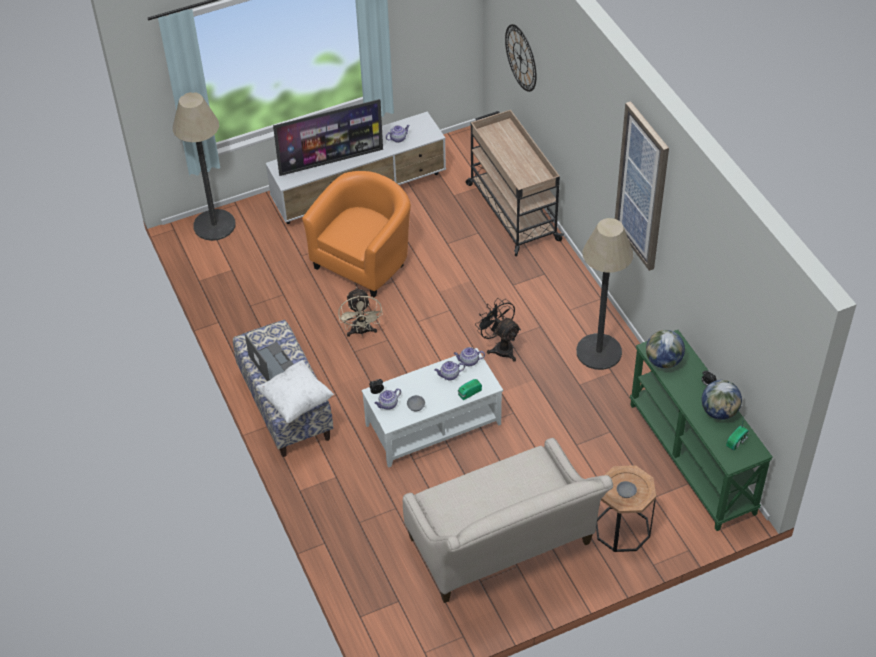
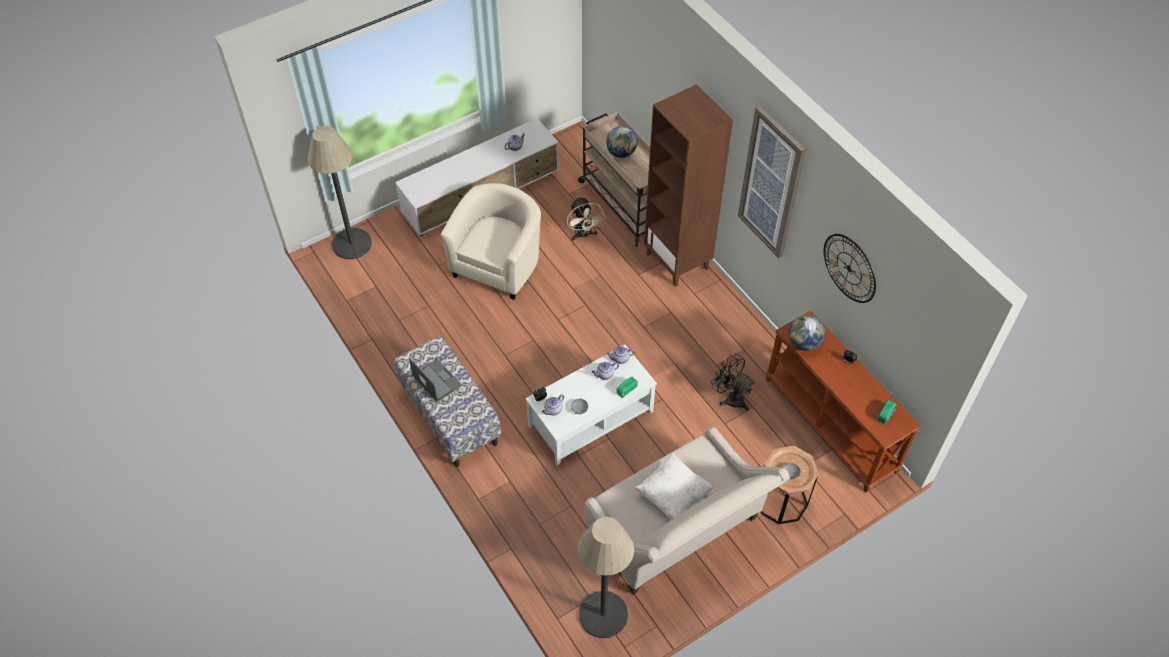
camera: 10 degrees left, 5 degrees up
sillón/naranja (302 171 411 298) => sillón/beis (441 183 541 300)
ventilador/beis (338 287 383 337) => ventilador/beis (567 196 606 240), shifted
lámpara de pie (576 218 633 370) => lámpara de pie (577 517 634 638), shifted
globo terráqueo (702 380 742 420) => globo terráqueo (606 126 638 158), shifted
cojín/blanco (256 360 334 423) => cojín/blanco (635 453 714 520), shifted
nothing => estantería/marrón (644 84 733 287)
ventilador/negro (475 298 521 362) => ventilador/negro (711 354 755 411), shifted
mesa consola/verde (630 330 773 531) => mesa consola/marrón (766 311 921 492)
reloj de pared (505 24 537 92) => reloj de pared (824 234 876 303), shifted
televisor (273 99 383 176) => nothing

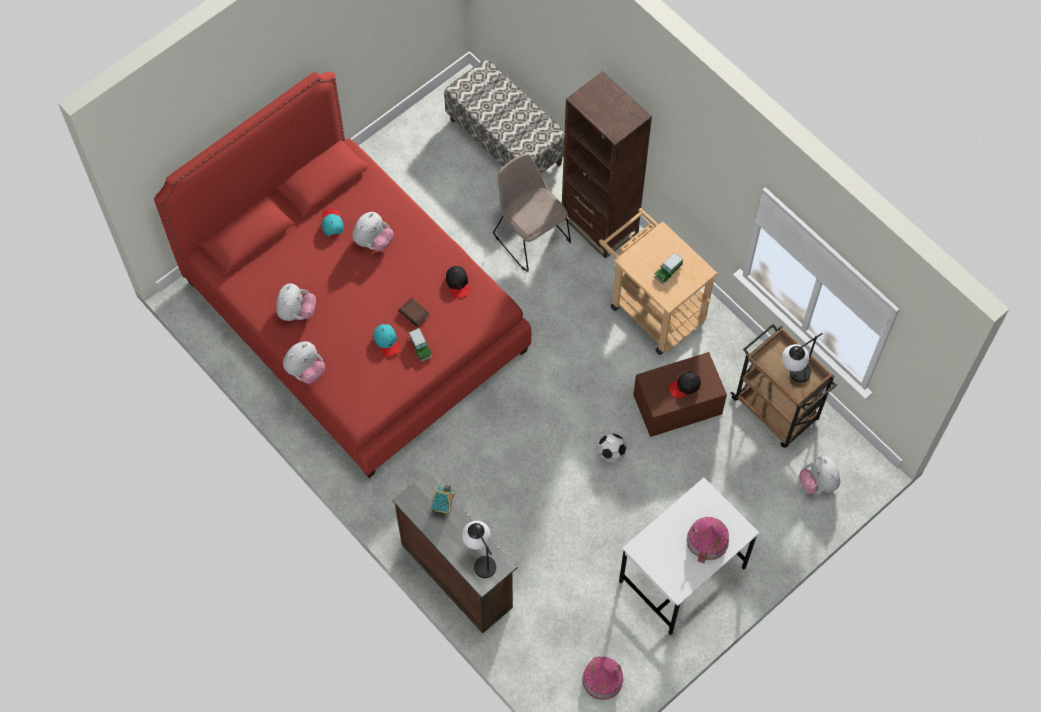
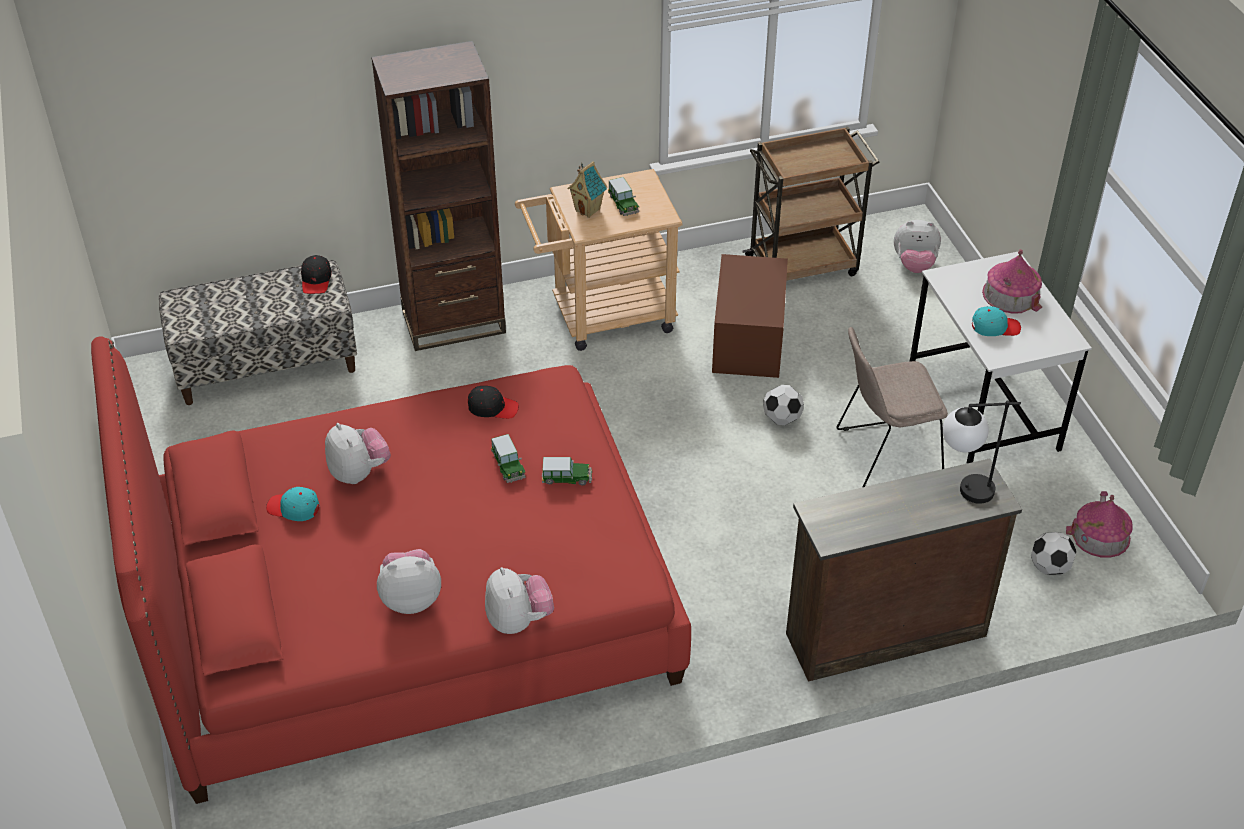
camera: 65 degrees left, 20 degrees down
gorra/negro (668 371 701 398) => gorra/negro (301 255 332 294), shifted
peluche (276 283 316 321) => peluche (377 549 441 614), 45 degrees counterclockwise
libro (399 298 430 327) => coche de juguete (491 434 526 483)
casita (429 485 456 515) => casita (567 161 607 218), shifted
silla/beis (493 154 571 272) => silla/beis (837 327 948 487), shifted
gorra/turquesa (374 324 400 357) => gorra/turquesa (972 306 1021 336), shifted
nothing => balón de fútbol (1031 532 1077 575)
lámpara de mesa (782 333 823 383) => nothing

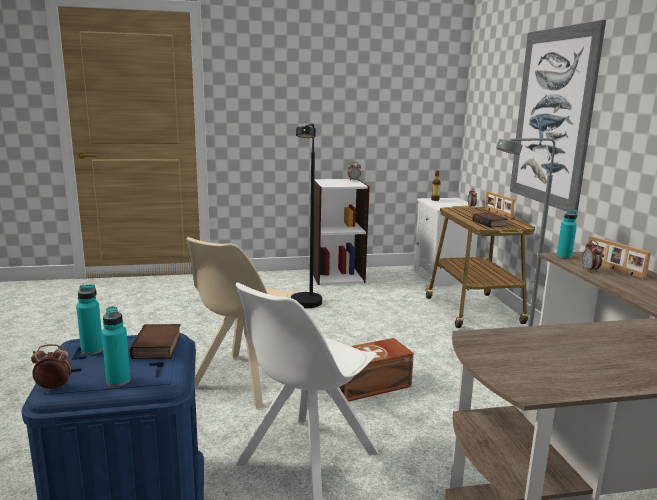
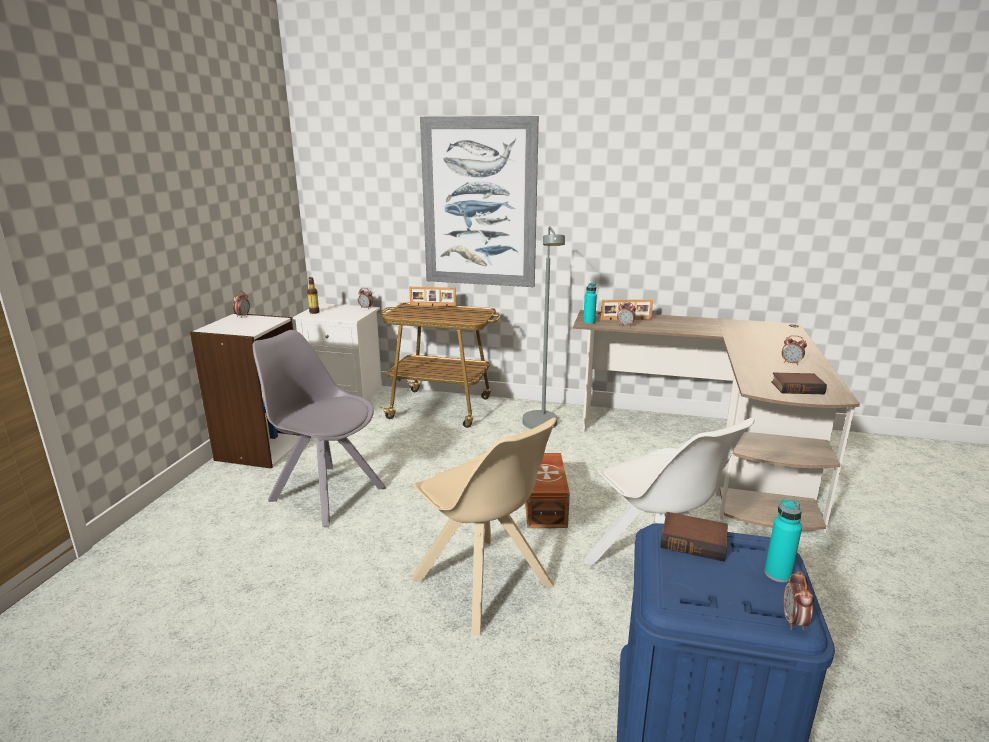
camera: 65 degrees left, 5 degrees up
lámpara de pie/negro (291 124 322 308) => silla/gris (253 330 386 527)
libro (472 213 508 228) => libro (771 373 827 394), shifted
nothing => despertador (782 335 807 365)
botella/turquesa (76 284 103 355) => nothing

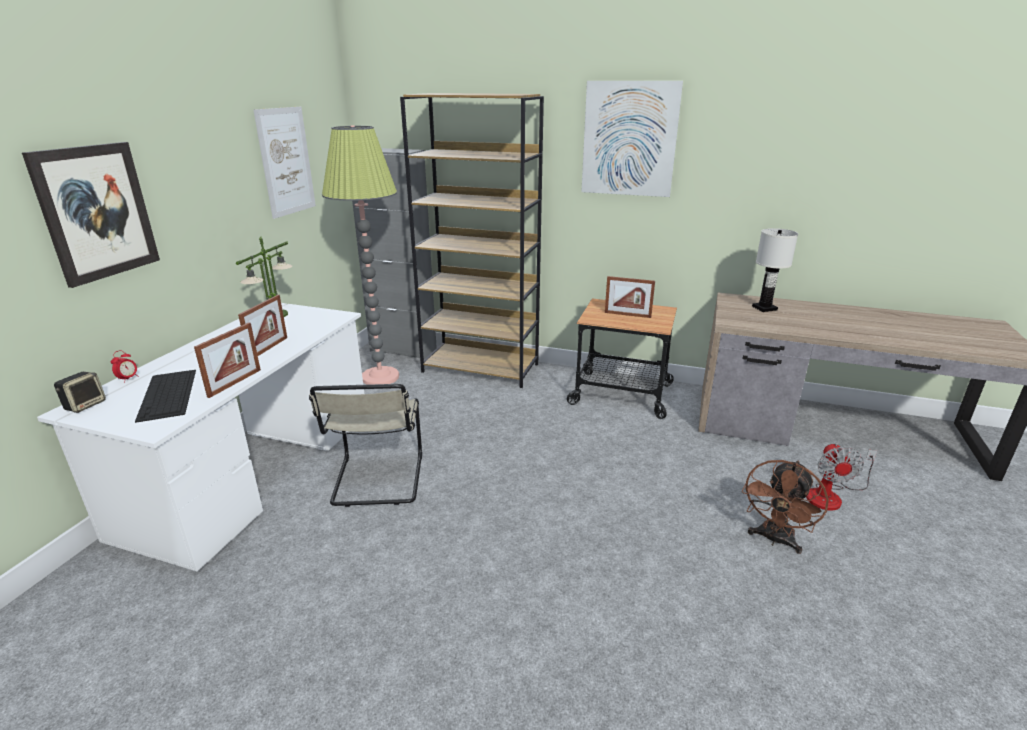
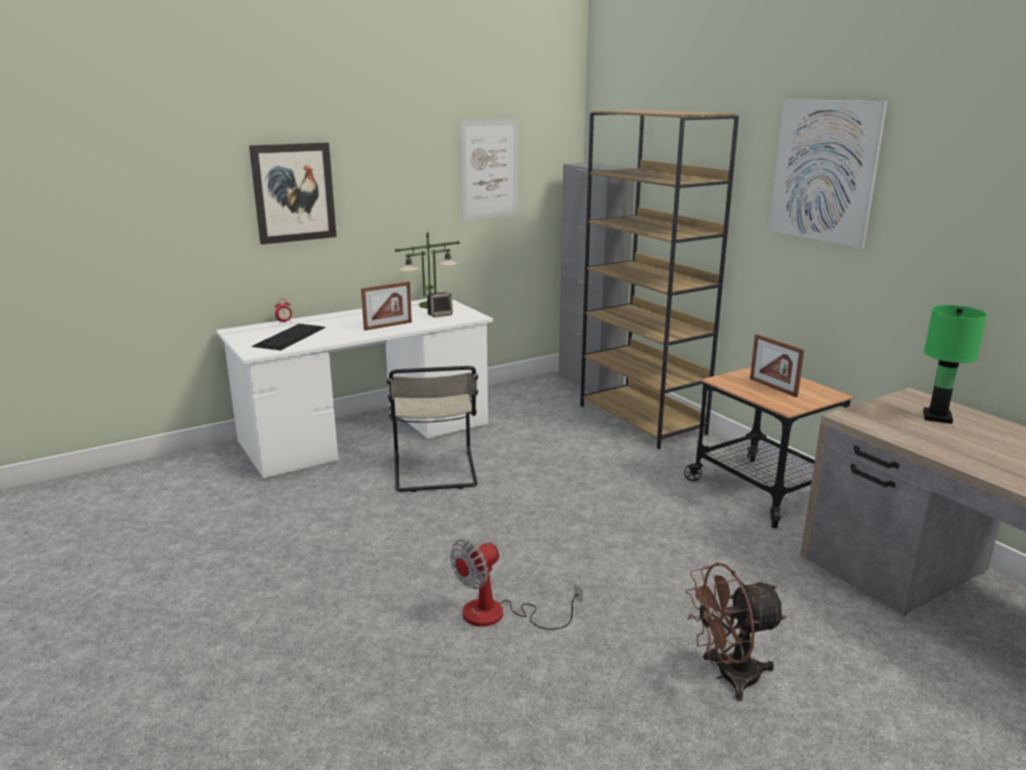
camera: 40 degrees right, 5 degrees down
silla/beis (309 384 422 507) => silla/beis (387 366 478 492), 45 degrees counterclockwise
altavoz (54 372 106 413) => altavoz (427 292 453 317), shifted
ventilador (806 443 877 511) => ventilador (450 539 583 630), shifted
lámpara de mesa/blanco (752 228 798 312) => lámpara de mesa/verde (923 305 987 424)
portarretratos (194 322 261 398) => nothing
lámpara de pie (322 125 399 385) => nothing

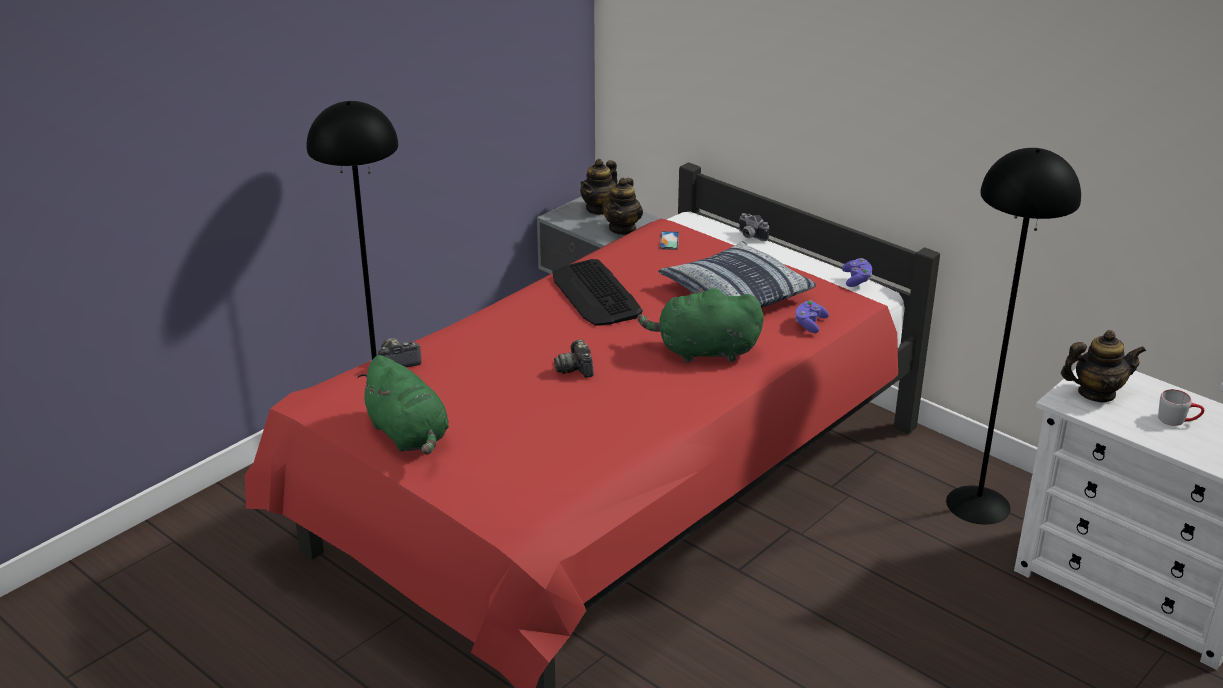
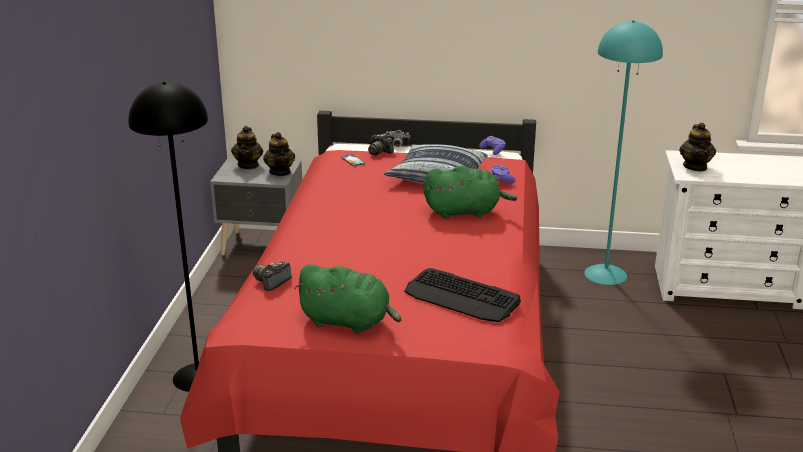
camera: 35 degrees left, 5 degrees down
cámara (554 339 594 378) => cámara (368 133 394 156), shifted
teclado (552 259 643 326) => teclado (404 268 521 322), shifted
peluche/verde (638 287 764 363) => peluche/verde (423 166 517 219), 150 degrees counterclockwise
lámpara de pie/negro (946 148 1081 525) => lámpara de pie/turquesa (584 20 663 285)
tetera (1061 330 1146 402) => tetera (679 122 716 171), 135 degrees clockwise
taza grande/gris (1158 389 1204 426) => nothing

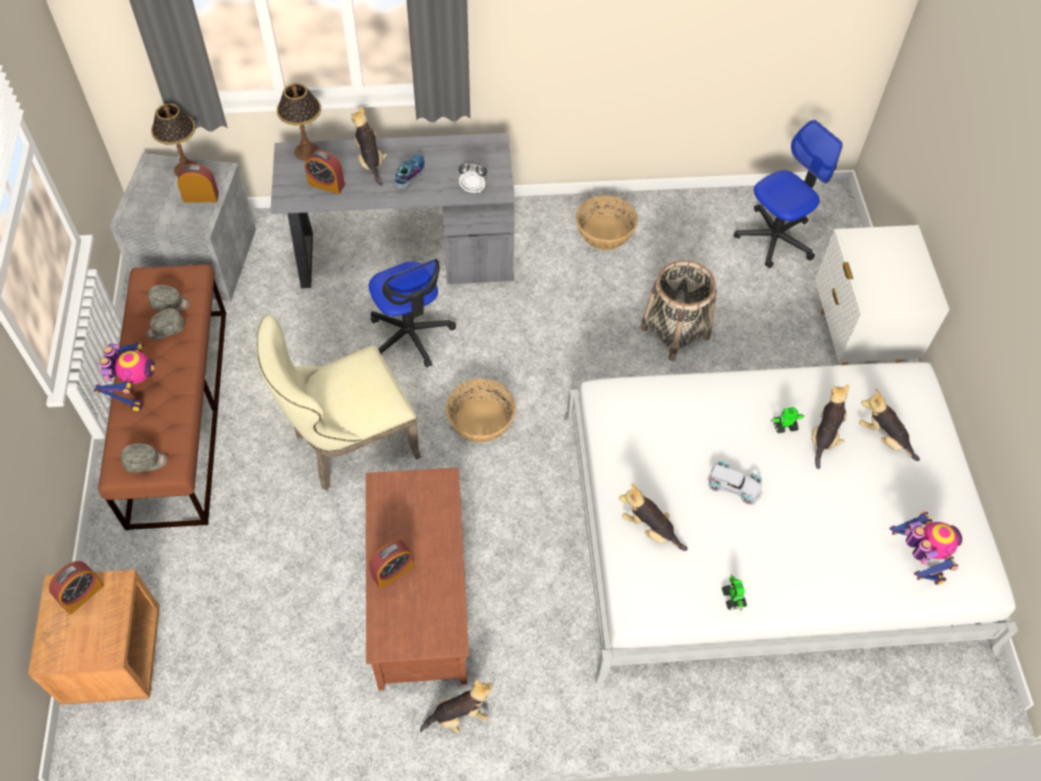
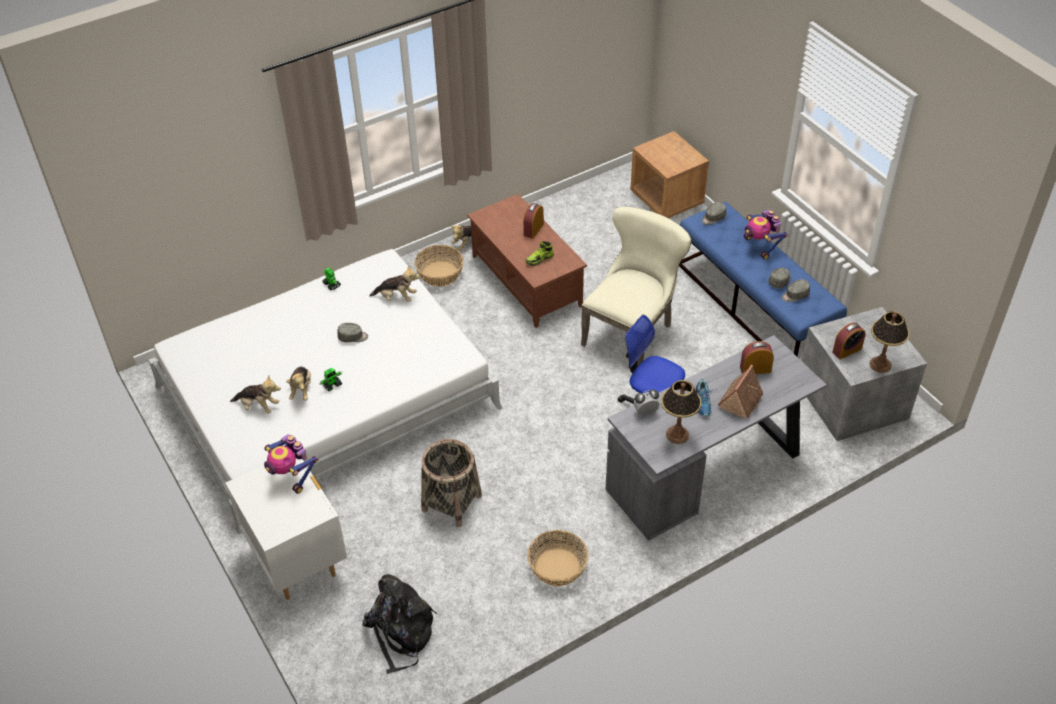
camera: 155 degrees right, 10 degrees down
robot de juguete (889 511 962 585) => robot de juguete (264 434 318 494), shifted
coche de juguete/blanco (708 461 762 505) => gorra/gris (337 323 368 342)
silla de oficina (734 120 842 268) => mochila/negro (362 574 437 674)
cesta (446 379 516 443) => cesta (414 245 464 287), shifted
nothing => zapato (525 241 554 266)
lámpara de mesa (277 83 321 161) => lámpara de mesa (661 380 701 444), shifted
banco/marrón (98 265 226 530) => banco/azul (679 202 847 356)
peluche (351 106 387 186) => casita (718 365 763 419)
despertador (49 561 104 614) => nothing

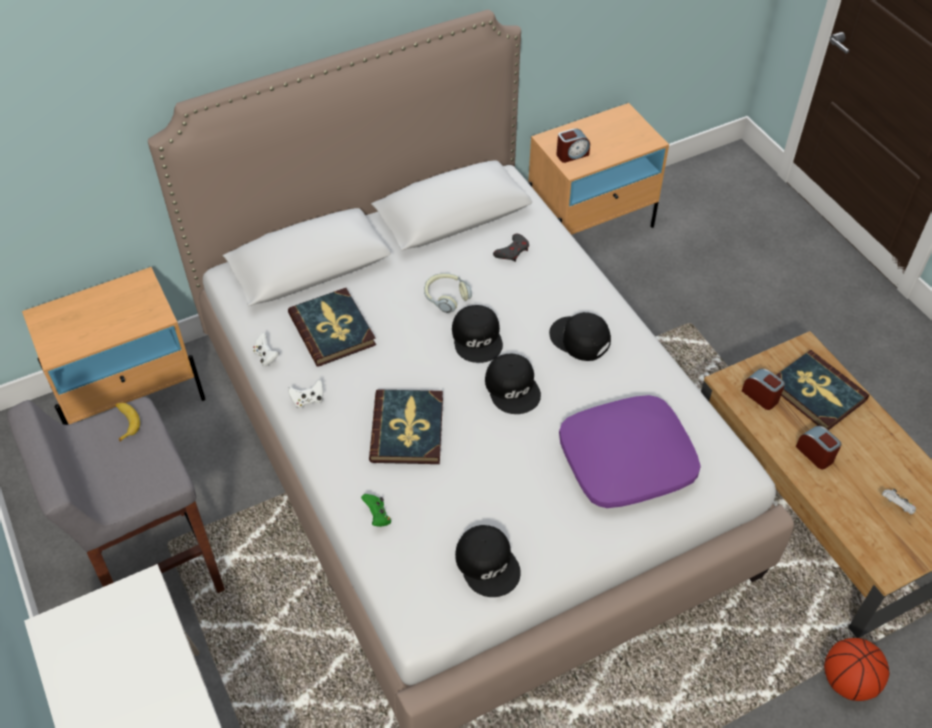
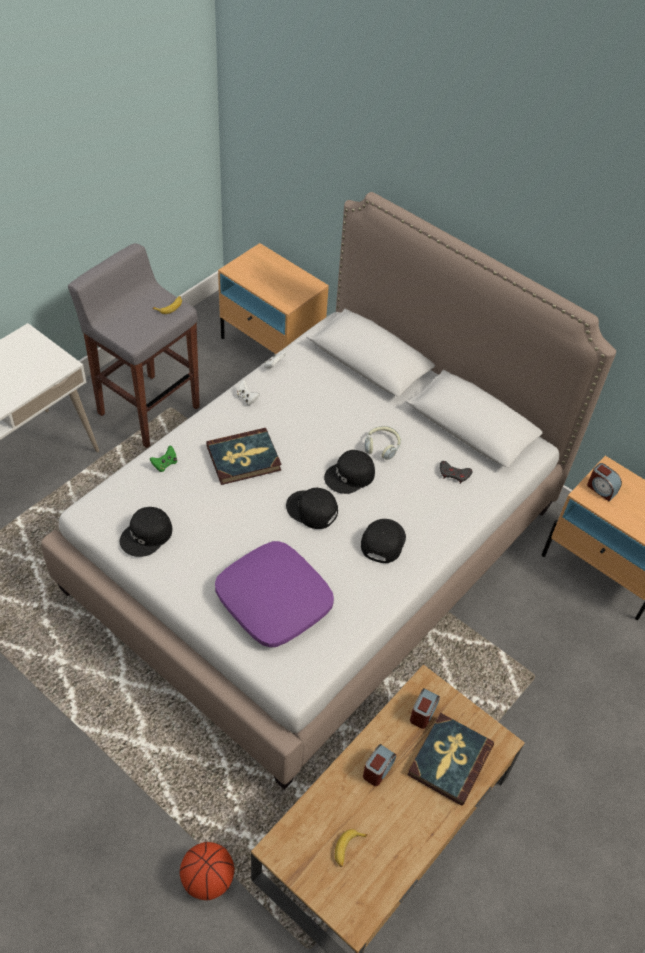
camera: 65 degrees right, 0 degrees up
gorra/negro (485 354 541 414) => gorra/negro (286 488 338 529), 75 degrees clockwise
mando de consola/blanco (882 489 916 515) => plátano (335 829 367 867)
libro (288 288 376 367) => nothing

